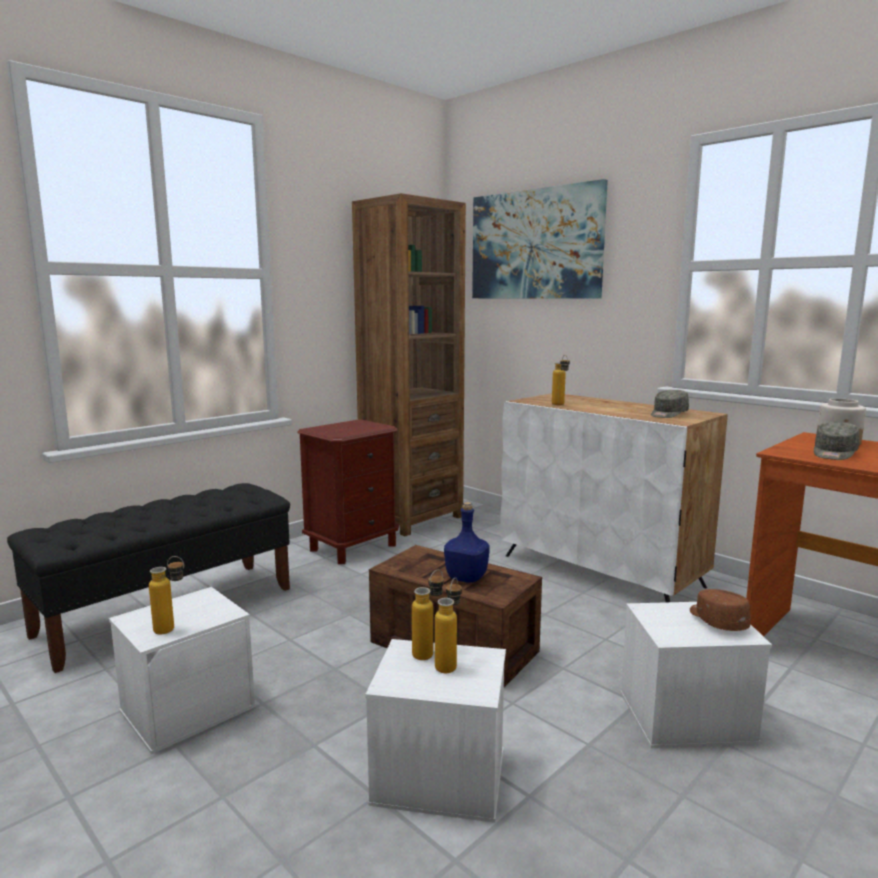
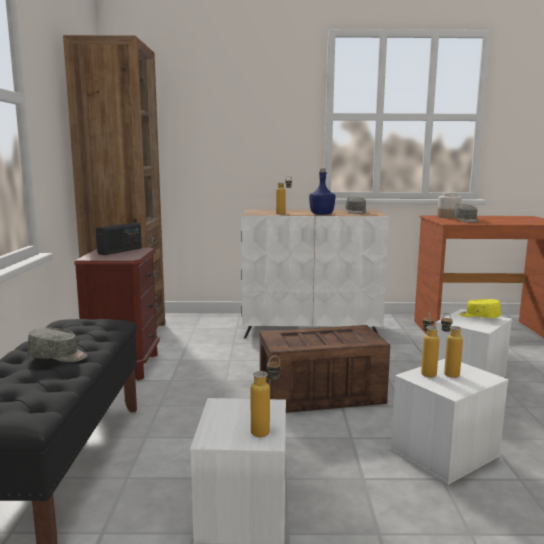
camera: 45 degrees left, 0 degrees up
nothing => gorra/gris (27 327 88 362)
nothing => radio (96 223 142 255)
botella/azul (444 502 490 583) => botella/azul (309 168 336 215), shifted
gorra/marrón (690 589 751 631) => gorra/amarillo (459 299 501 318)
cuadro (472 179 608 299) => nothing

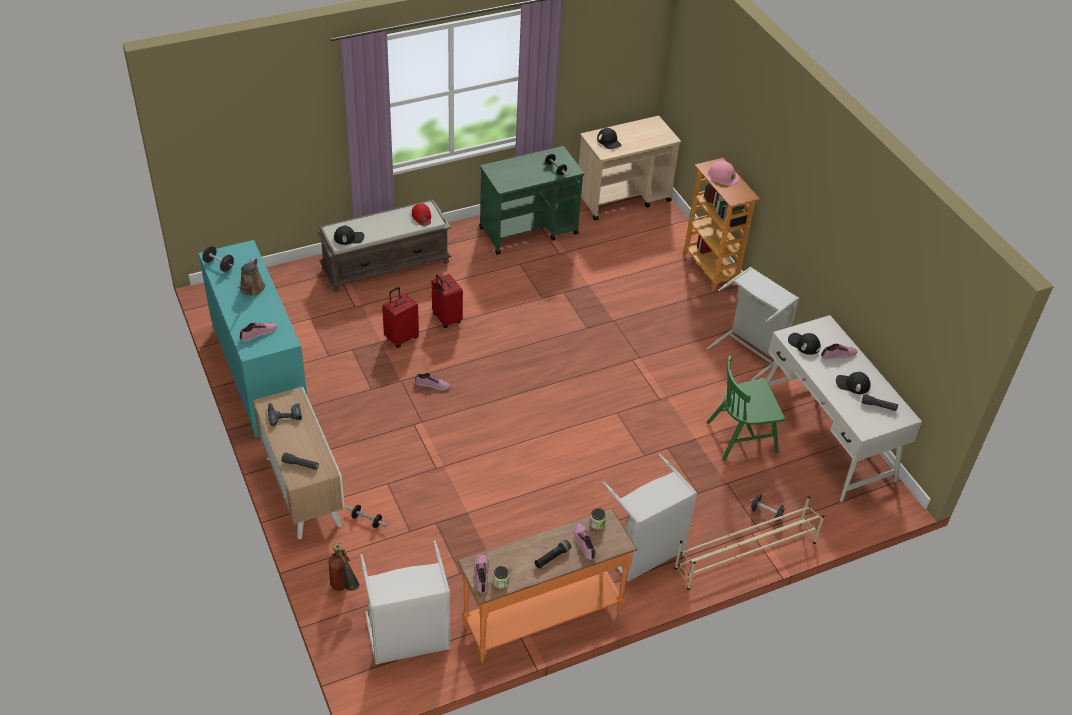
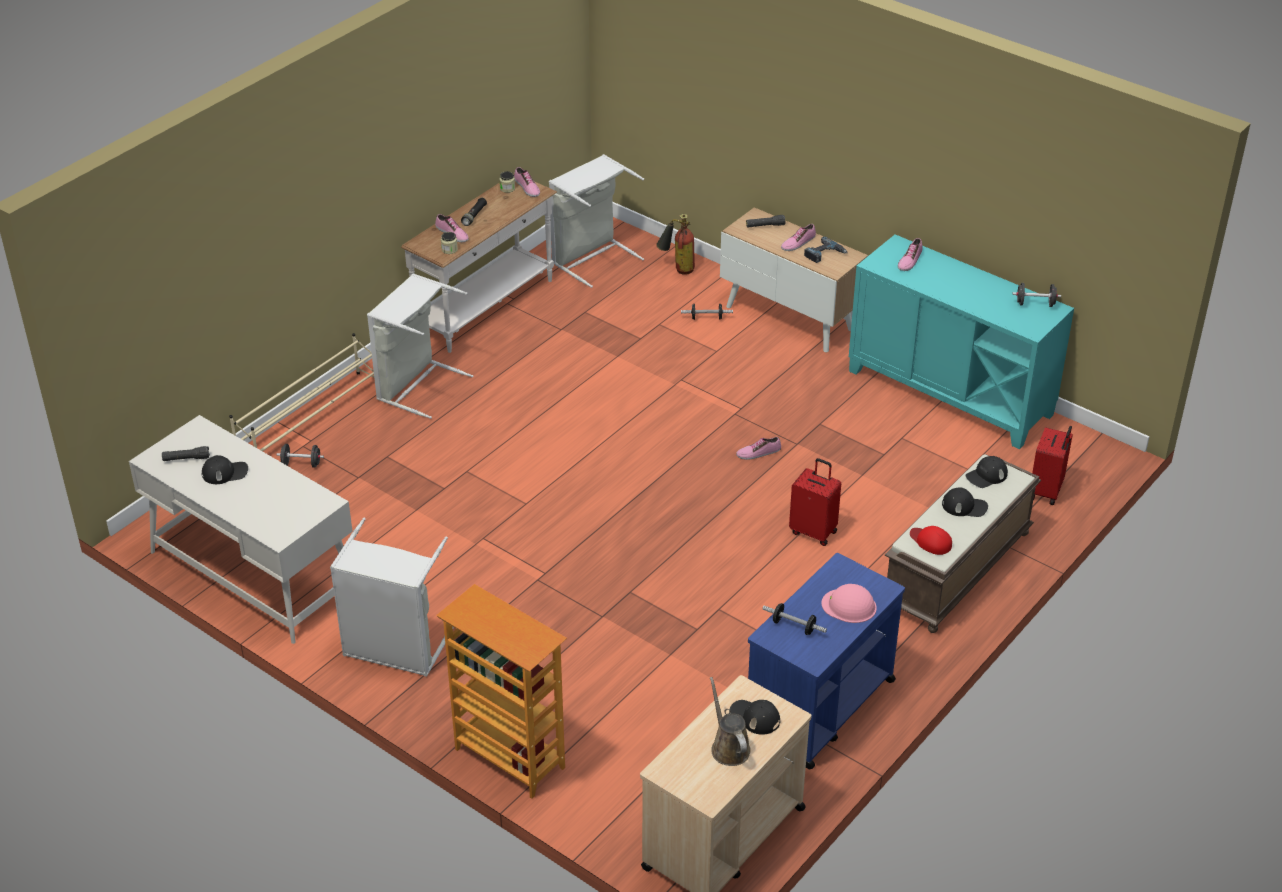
camera: 155 degrees right, 5 degrees down
mesa consola/naranja (457 509 637 663) => mesa consola/blanco (401 181 557 353)
regadera/marrón (238 258 265 296) => regadera/marrón (710 677 751 766), shifted
carrito/verde (479 146 584 255) => carrito/azul (748 553 905 769)
zapato (821 344 857 359) => zapato (781 224 816 251), shifted
casco/rosa (707 160 739 185) => casco/rosa (821 584 877 623), shifted
gorra/negro (788 333 821 355) => gorra/negro (942 487 988 517), shifted
maleta/rojo (382 287 419 348) => maleta/rojo (1032 426 1073 505), shifted
silla/verde (706 356 785 460) => nothing

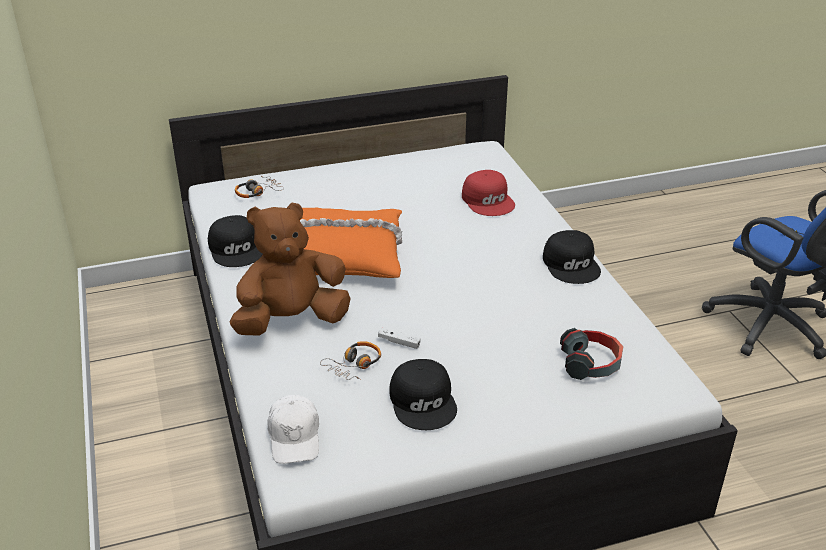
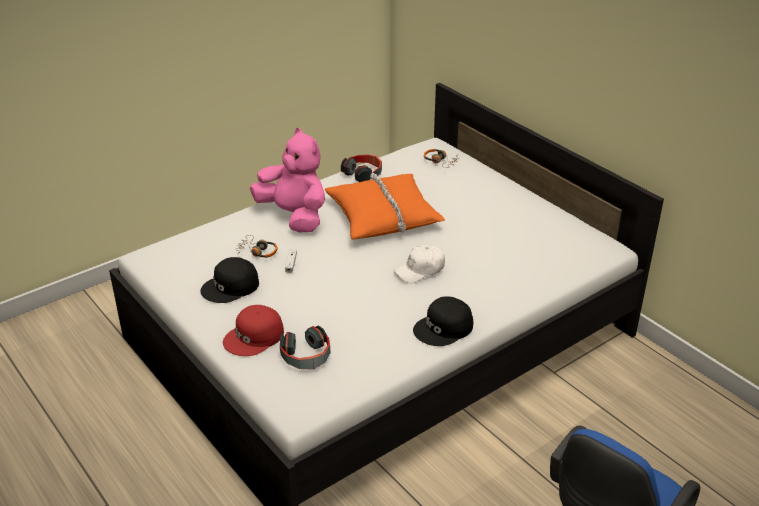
camera: 70 degrees right, 0 degrees up
gorra/rojo (462 170 515 216) => gorra/rojo (223 305 284 356), shifted
peluche/marrón (230 202 351 336) => peluche/rosa (250 128 325 232)
gorra/negro (208 215 263 267) => auriculares (341 154 382 182)
gorra/blanco (267 395 319 464) => gorra/blanco (394 245 445 283), shifted

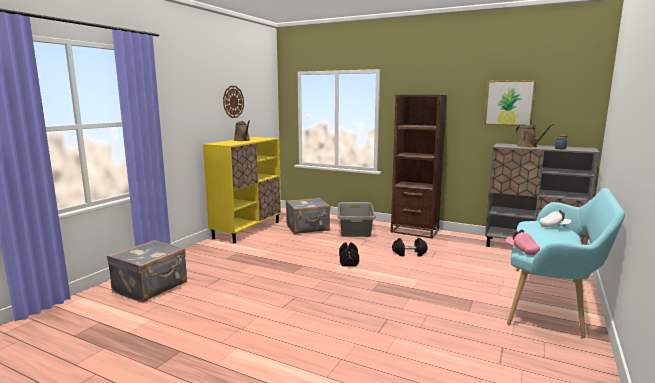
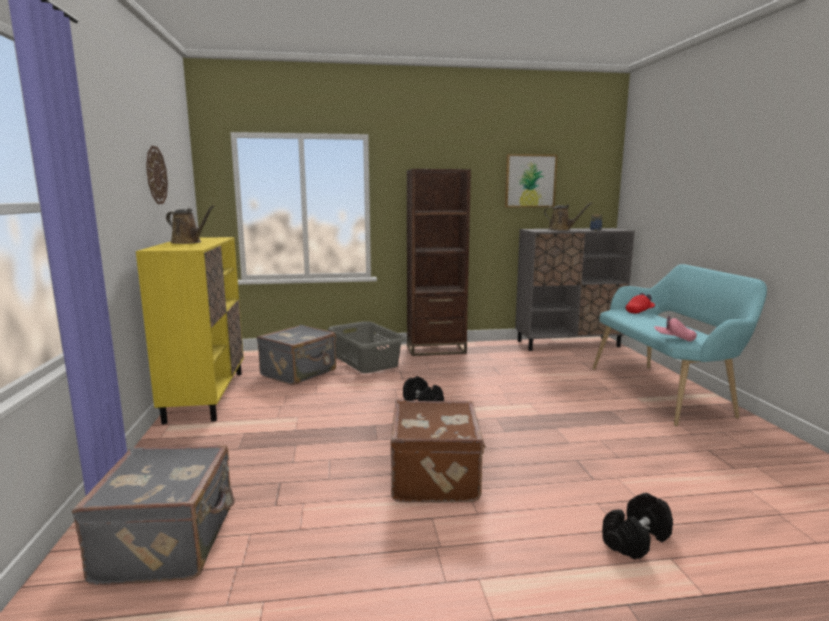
camera: 35 degrees left, 0 degrees up
nothing => maleta/marrón (391 400 486 503)
mancuerna/negro (392 238 428 256) => mancuerna/negro (602 493 673 560), shifted
gorra/blanco (539 210 571 227) => gorra/rojo (626 293 655 313)

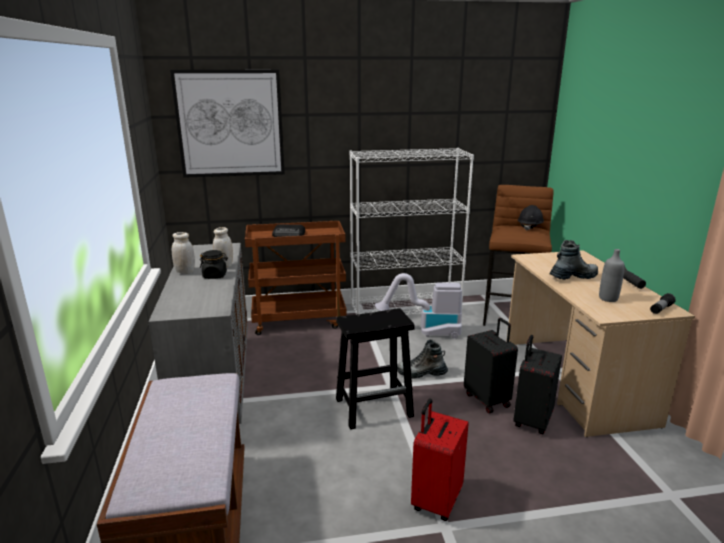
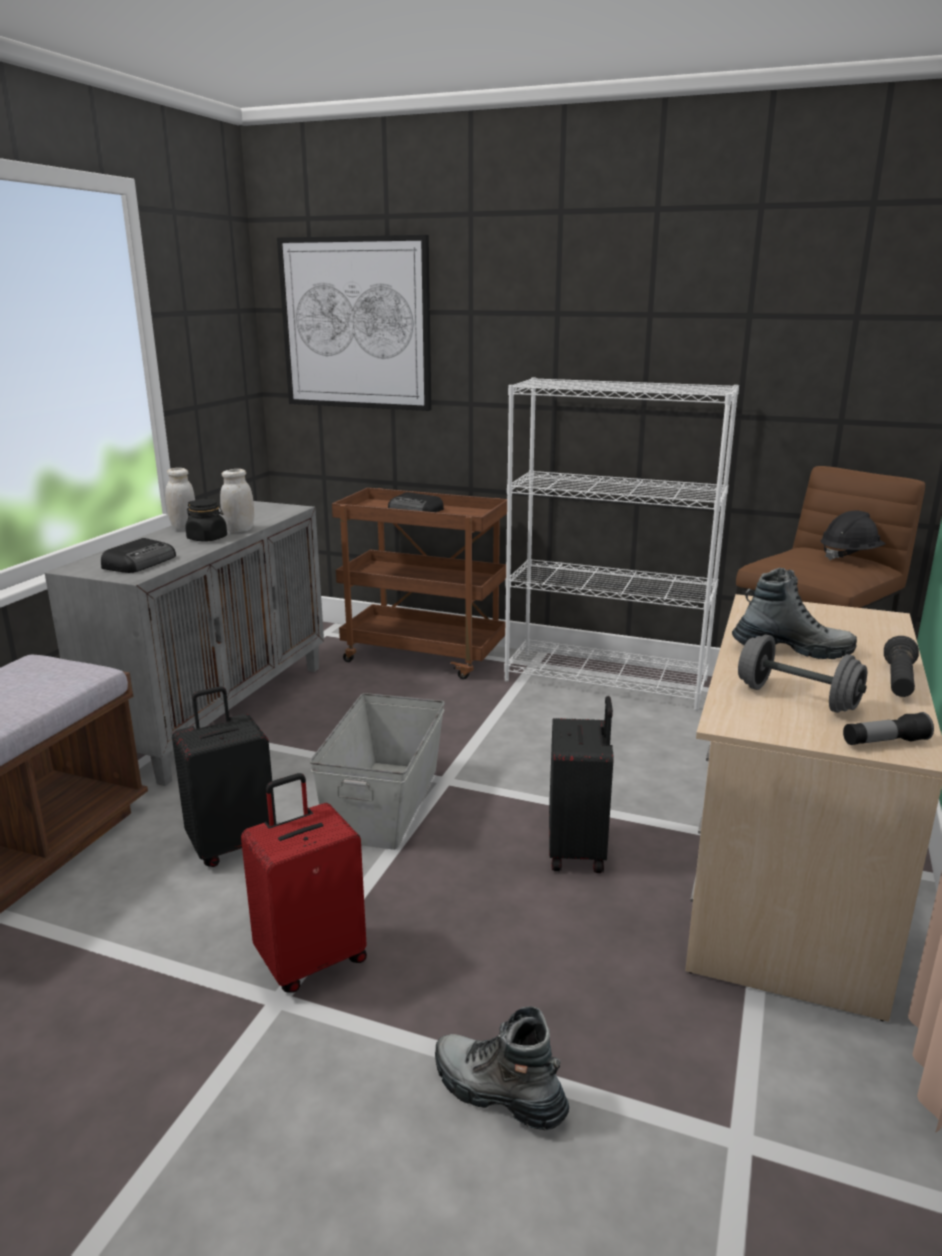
camera: 30 degrees right, 0 degrees up
nothing => radio (101 538 176 573)
maleta/negro (513 335 562 434) => maleta/negro (172 686 276 867), shifted
taburete/negro (336 308 414 430) => caja de almacenaje/gris (310 693 445 850)
bota (397 340 448 379) => bota (435 1006 569 1130), shifted
botella/gris (599 249 625 302) => mancuerna/gris (738 635 867 713)
aspiradora (375 273 462 339) => nothing

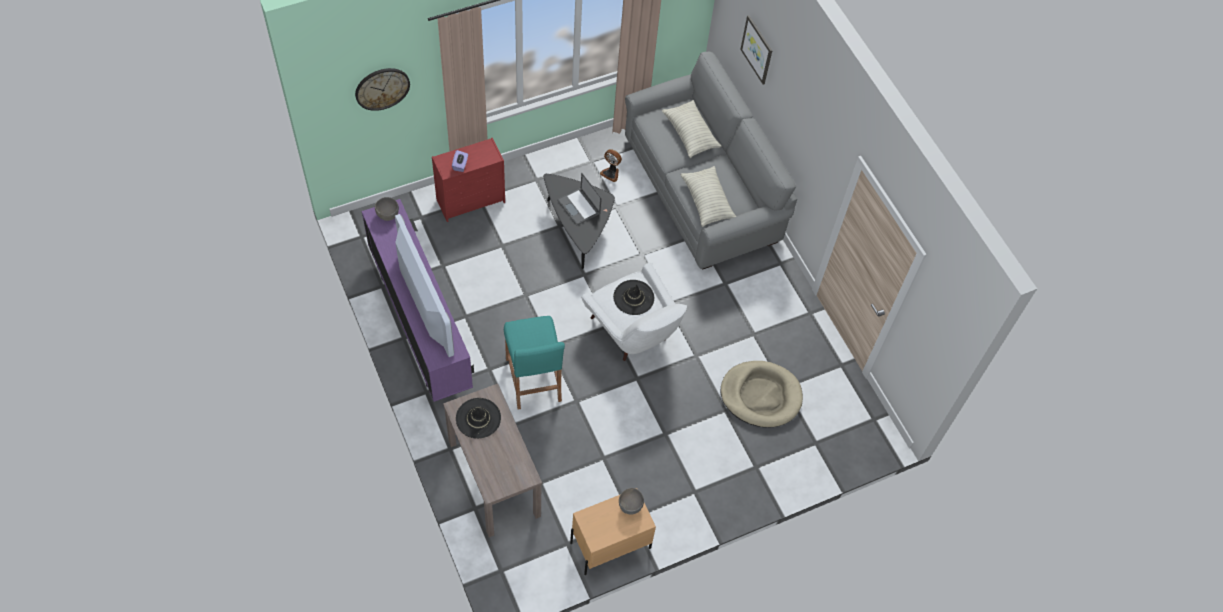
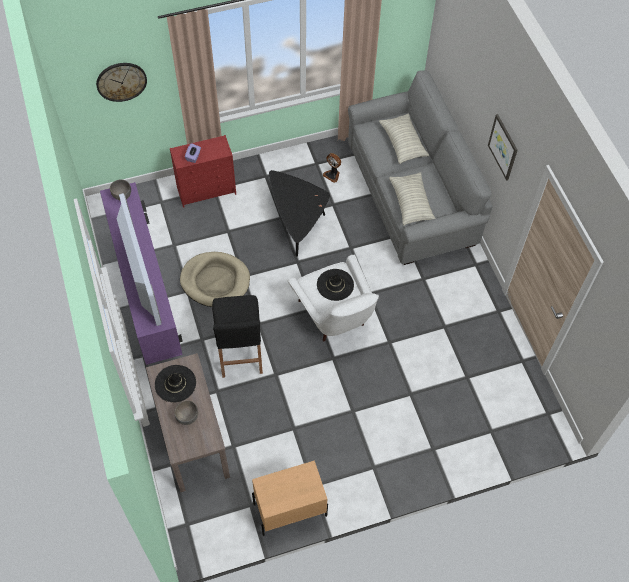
camera: 10 degrees right, 0 degrees up
cuenco/gris (619 488 644 515) => cuenco/gris (174 400 198 425), shifted
cama para perro/beis (721 361 803 428) => cama para perro/beis (180 252 250 307), shifted
taburete/turquesa (504 316 565 410) => taburete/negro (212 295 263 378)
cuadro (740 15 772 85) => cuadro (488 114 518 181), shifted
portátil (557 173 602 226) => nothing

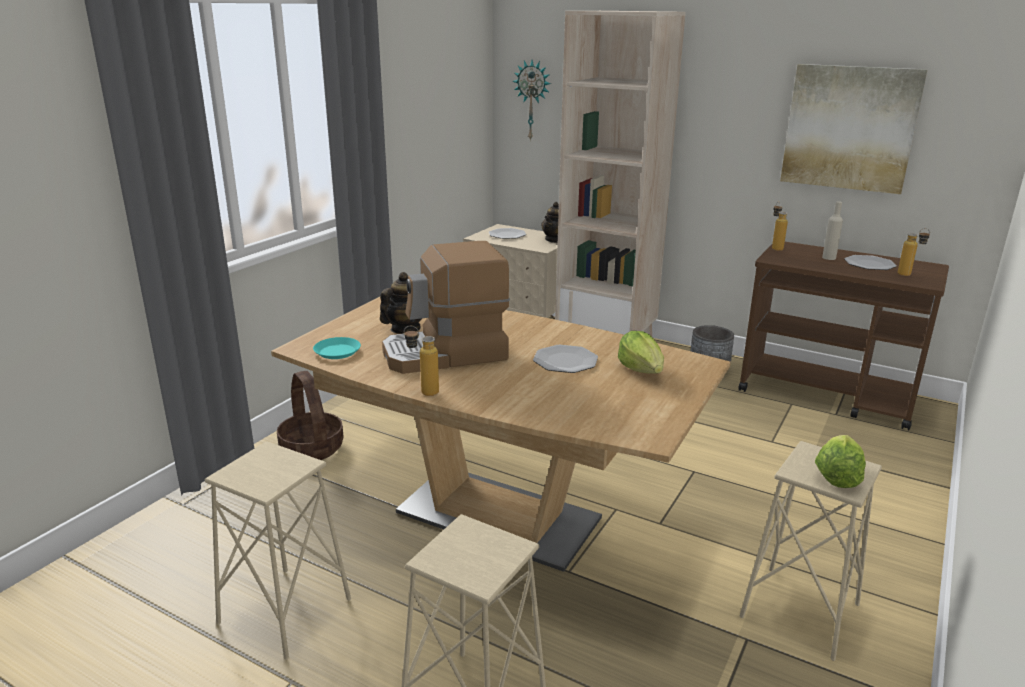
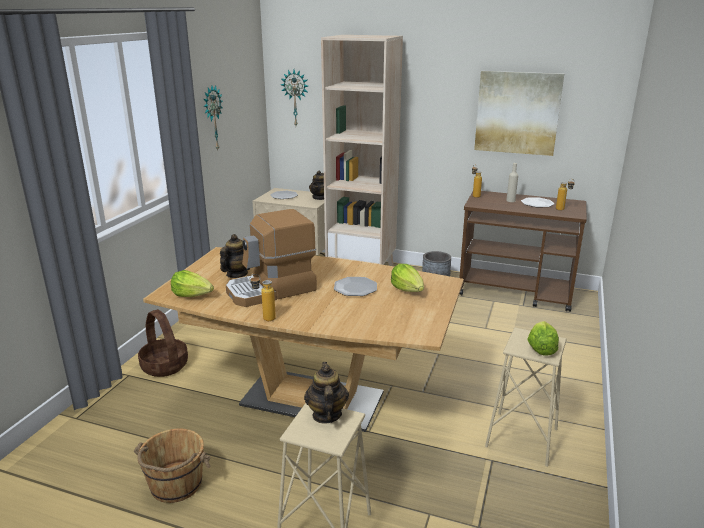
camera: 10 degrees left, 0 degrees up
taburete/beis (205 441 351 660) => cubo/marrón (134 429 211 503)
plato/turquesa (313 337 361 359) => lechuga (171 270 214 297)
nothing => reloj de pared (203 85 223 150)
nothing => tetera (304 362 349 424)

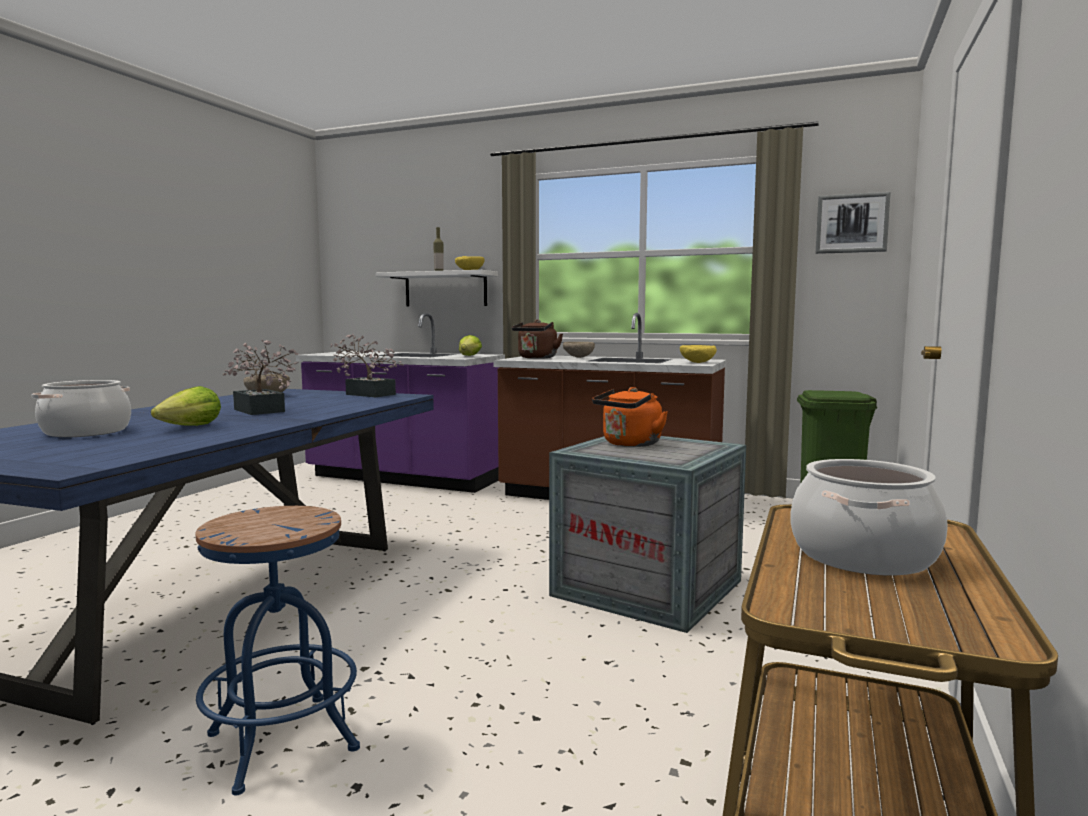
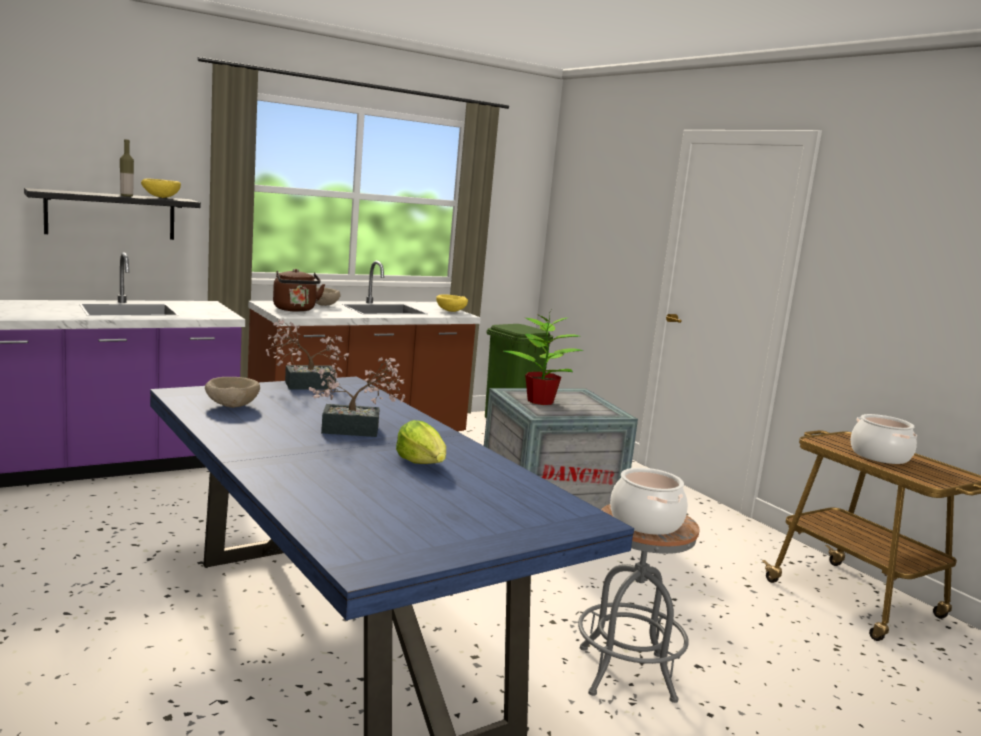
camera: 55 degrees left, 5 degrees up
estante/blanco (376 270 498 306) => estante/negro (24 188 201 240)
hervidor/naranja (592 387 668 447) => planta en maceta (503 310 584 405)
taburete/azul (195 506 360 795) => taburete/gris (578 504 700 703)
olla (31 380 131 437) => olla (610 468 688 535), shifted
lechuga (459 335 482 356) => nothing
cuadro (816 192 891 254) => nothing

